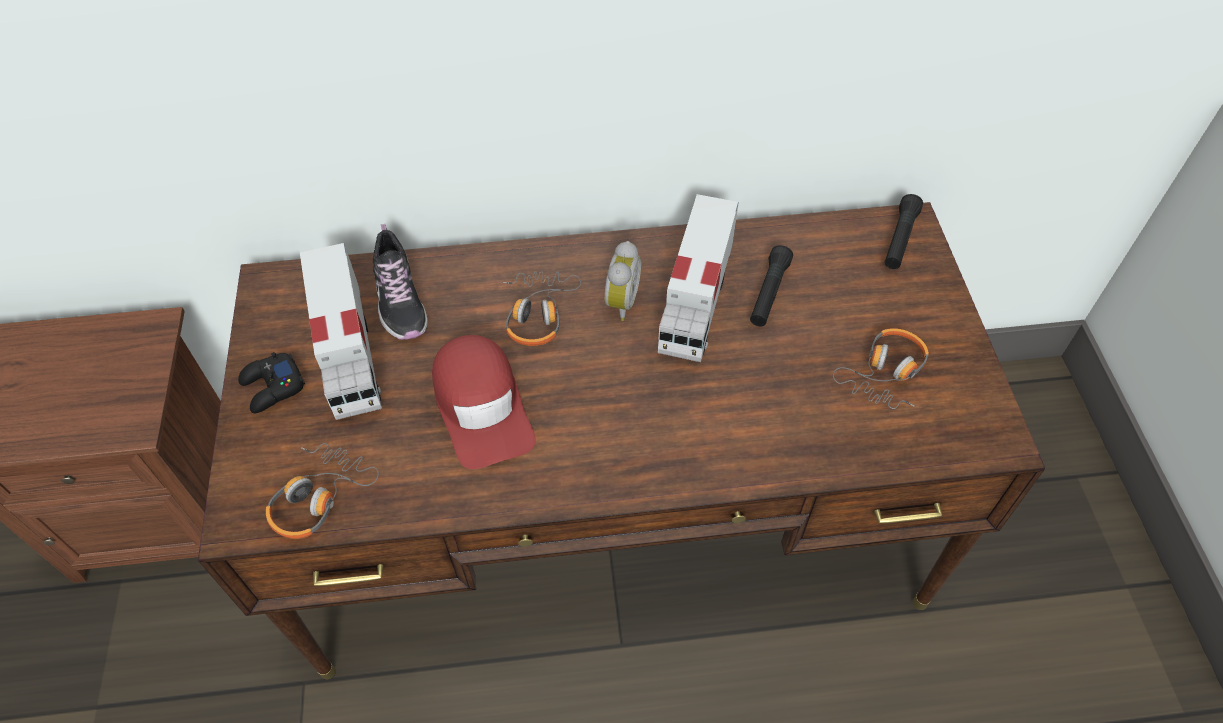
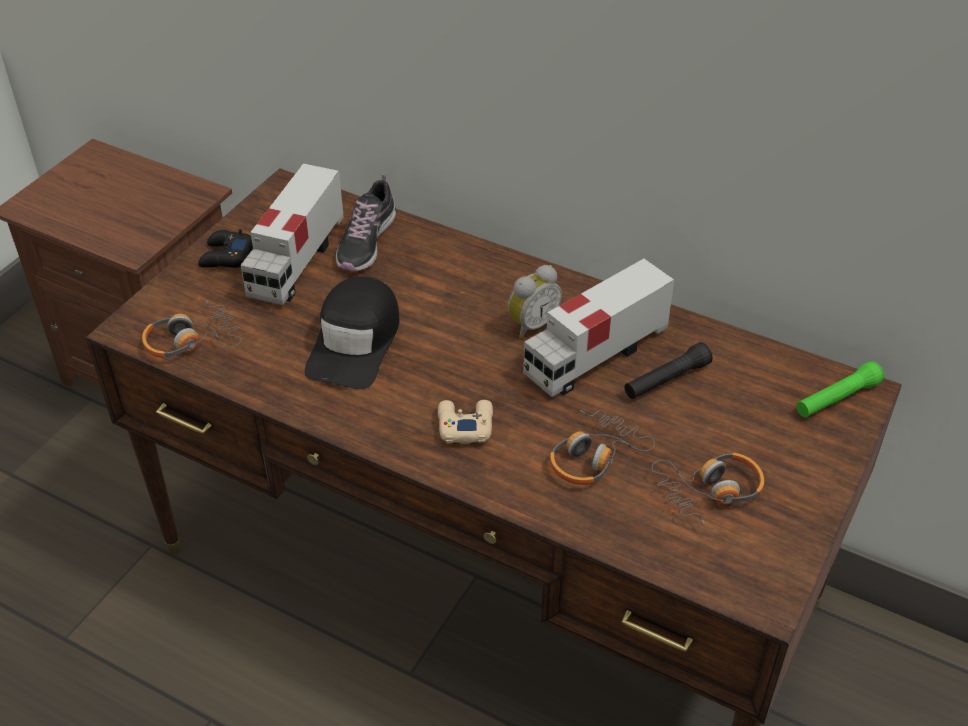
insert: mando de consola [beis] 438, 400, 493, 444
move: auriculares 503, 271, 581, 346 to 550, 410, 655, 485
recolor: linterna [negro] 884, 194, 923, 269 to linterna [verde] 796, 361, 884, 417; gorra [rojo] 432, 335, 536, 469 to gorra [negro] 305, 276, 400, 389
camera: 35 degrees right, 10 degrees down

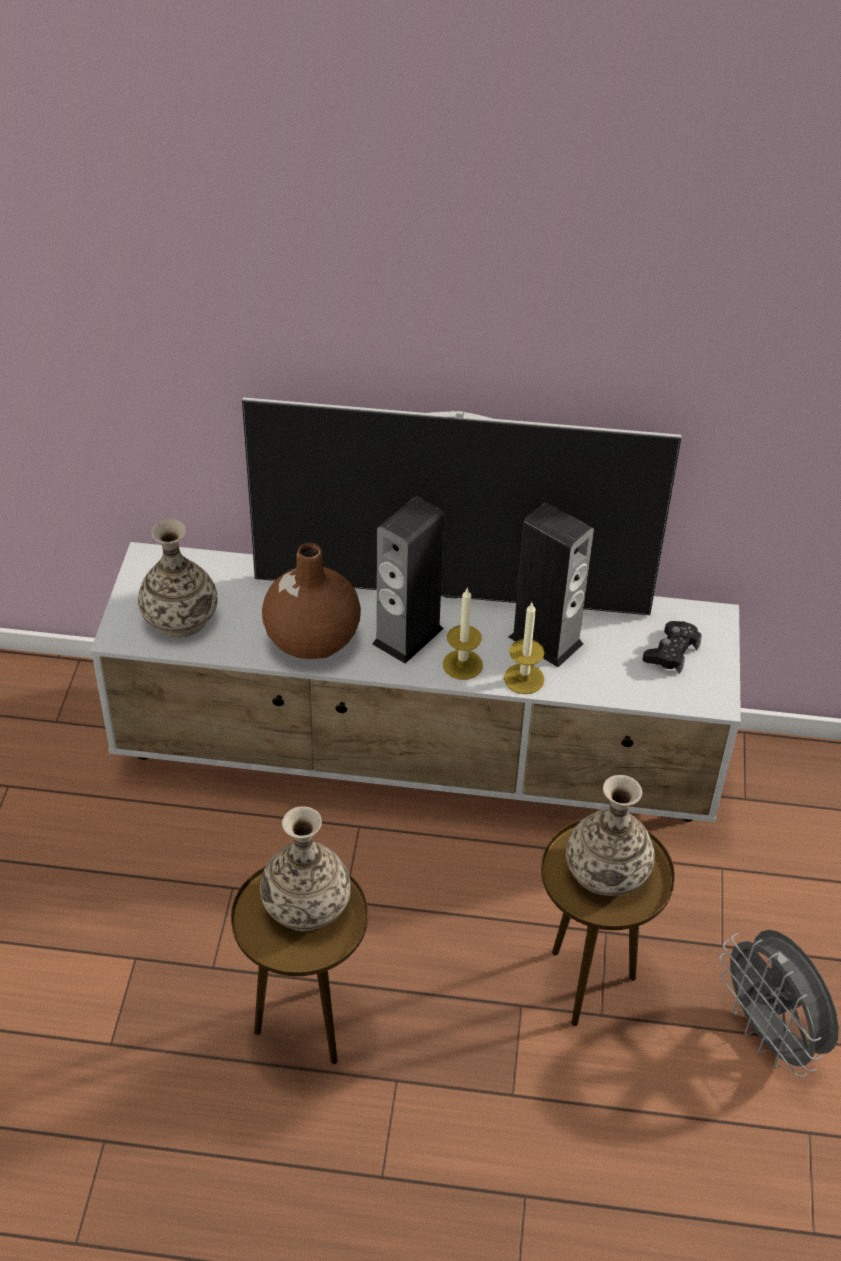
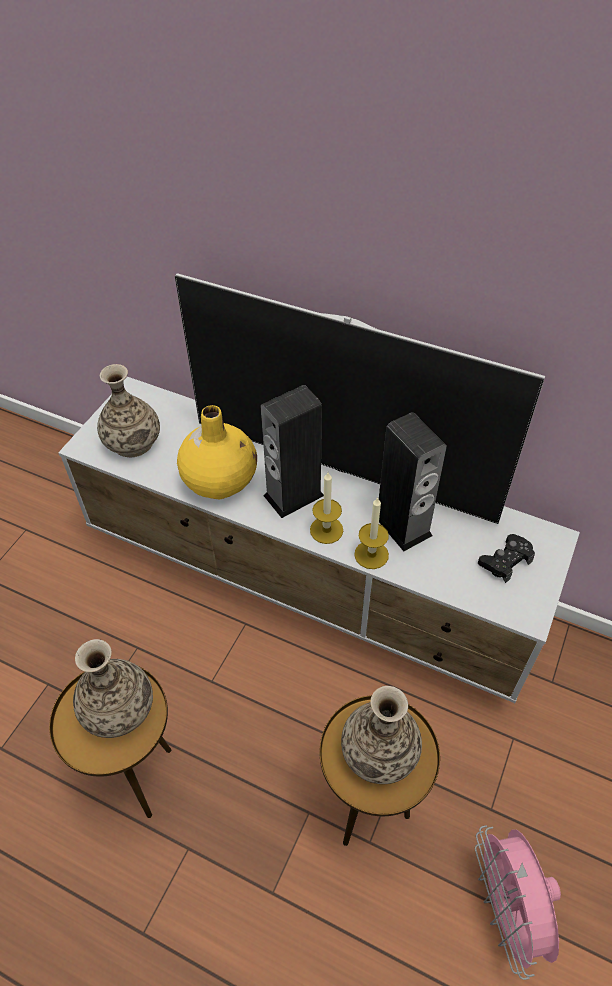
recolor: florero [marrón] 262, 543, 361, 659 to florero [amarillo] 177, 405, 257, 499; ventilador [gris] 719, 929, 839, 1078 to ventilador [rosa] 475, 825, 561, 980
camera: 20 degrees right, 5 degrees up

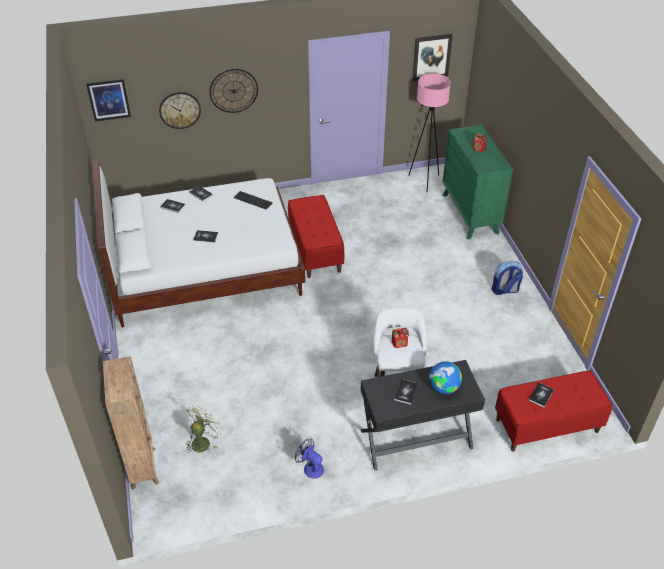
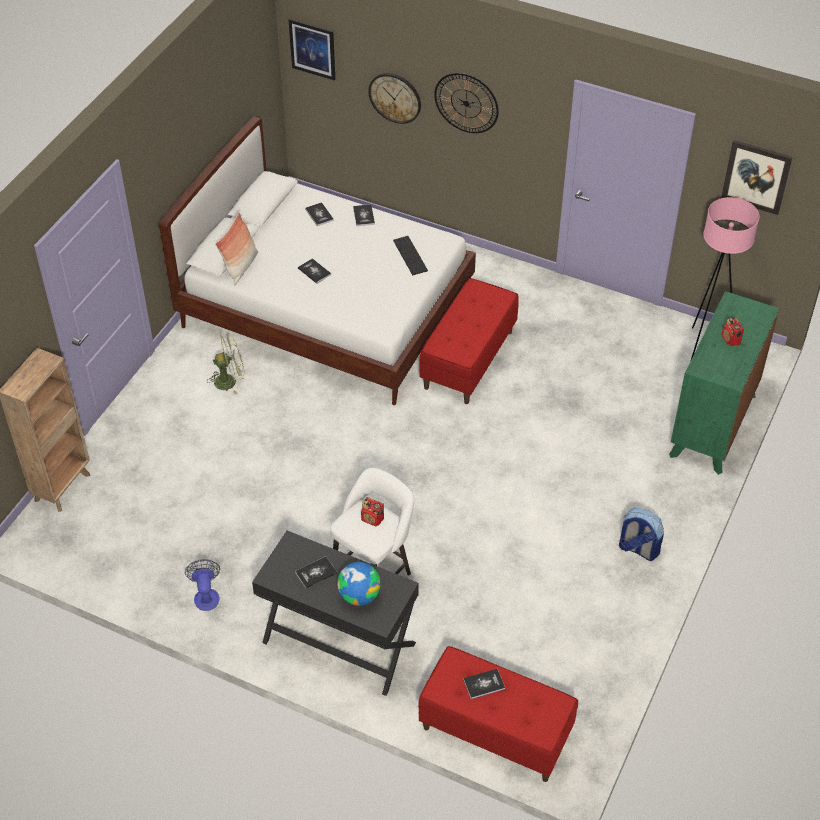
insert: cojín 215, 213, 258, 285
move: ventilador [verde] 185, 404, 222, 453 to 207, 333, 245, 395
camera: 40 degrees right, 5 degrees up

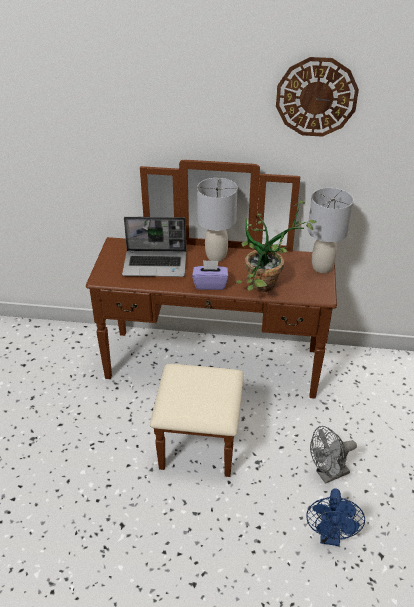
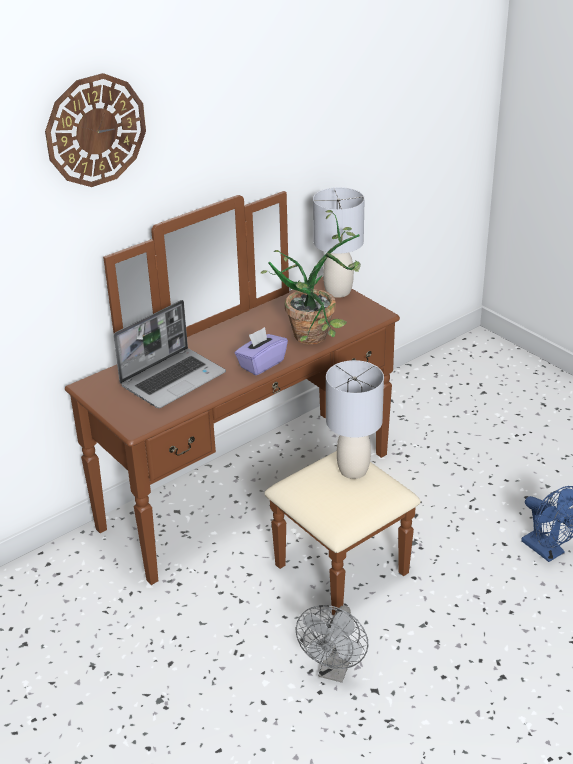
move: reloj de pared 276, 57, 359, 137 to 45, 73, 146, 187; lámpara de mesa [gris] 197, 178, 237, 262 to 326, 360, 384, 479; ventilador [gris] 310, 426, 357, 484 to 295, 605, 368, 683
camera: 45 degrees left, 5 degrees down

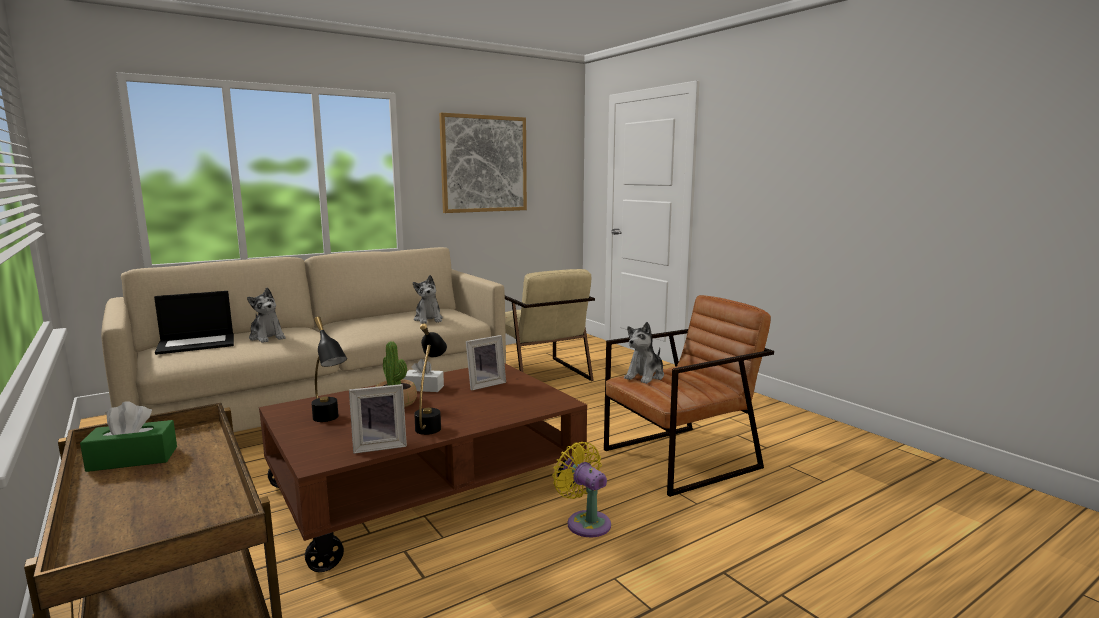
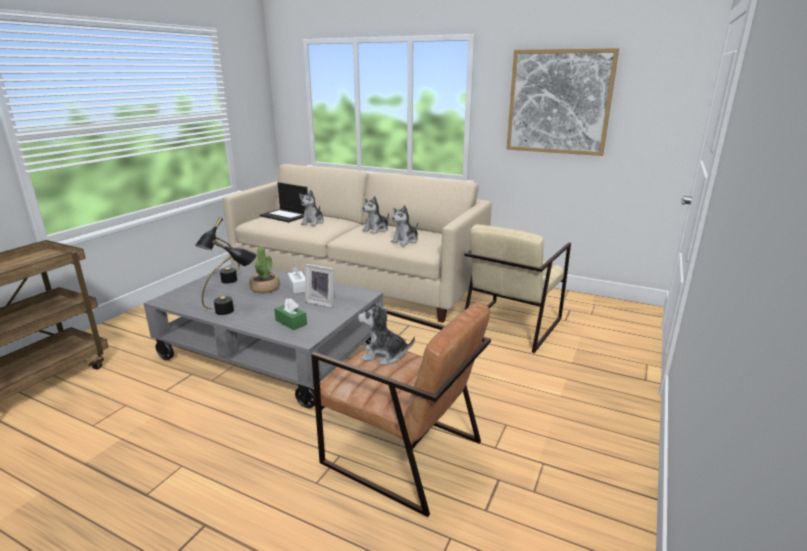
delete: portarretratos 349, 384, 407, 454; ventilador [amarillo] 552, 442, 611, 537
insert: peluche 362, 196, 389, 234
move: caja de pañuelos [verde] 80, 401, 177, 472 to 274, 298, 307, 330
recolor: mesa de centro [marrón] 259, 363, 587, 572 to mesa de centro [gris] 143, 262, 383, 408
camera: 60 degrees right, 10 degrees up

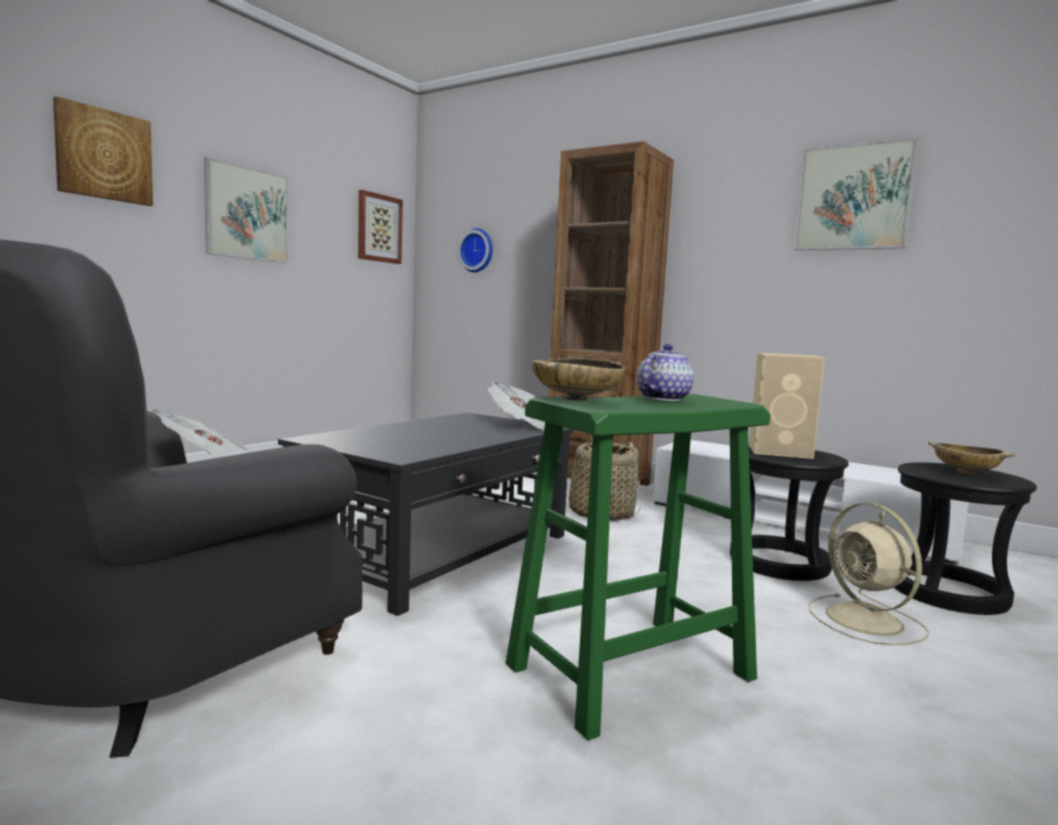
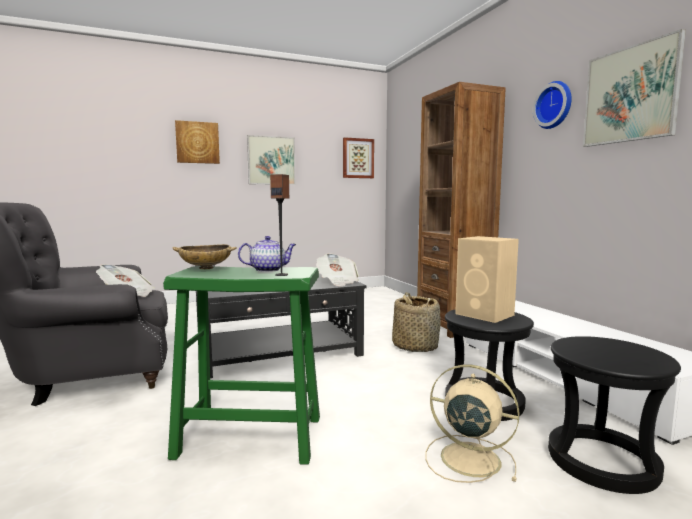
delete: cuenco [beis] 928, 442, 1015, 475
insert: altavoz 270, 174, 289, 276
move: reloj de pared 458, 228, 493, 272 to 533, 81, 572, 129
rotate: ventilador [beis] 809, 503, 929, 645 = 426, 365, 520, 483 105 degrees clockwise
camera: 35 degrees right, 0 degrees up

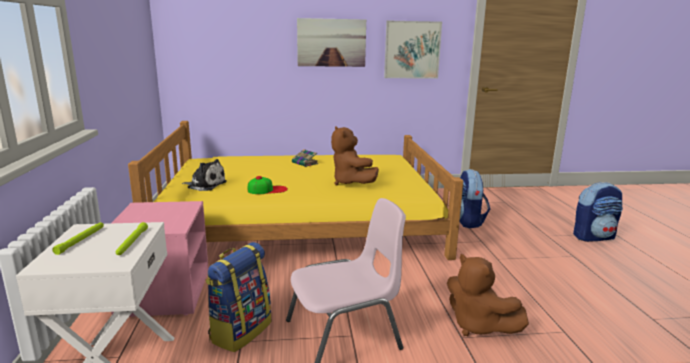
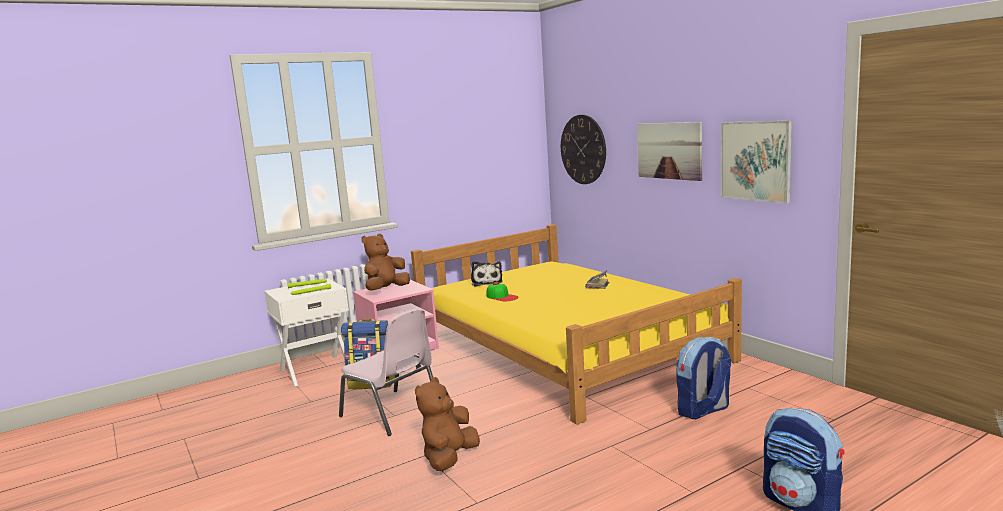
insert: reloj de pared 561, 115, 606, 184
move: peluche [marrón] 331, 126, 379, 186 to 361, 234, 410, 291
camera: 65 degrees right, 5 degrees down

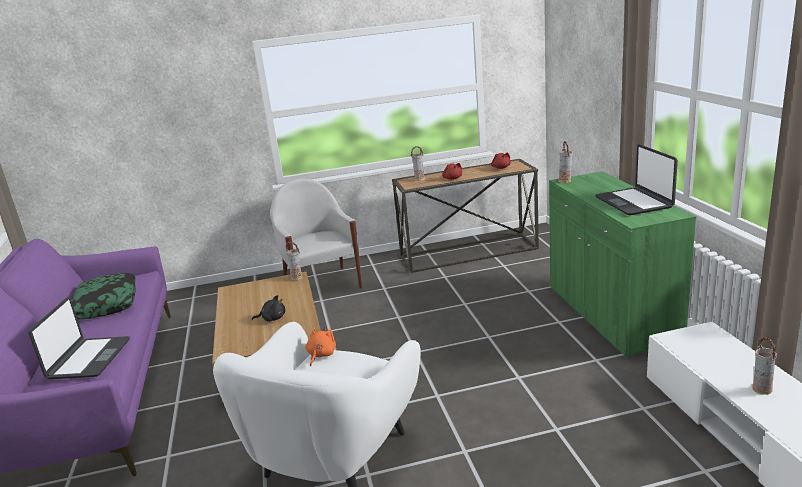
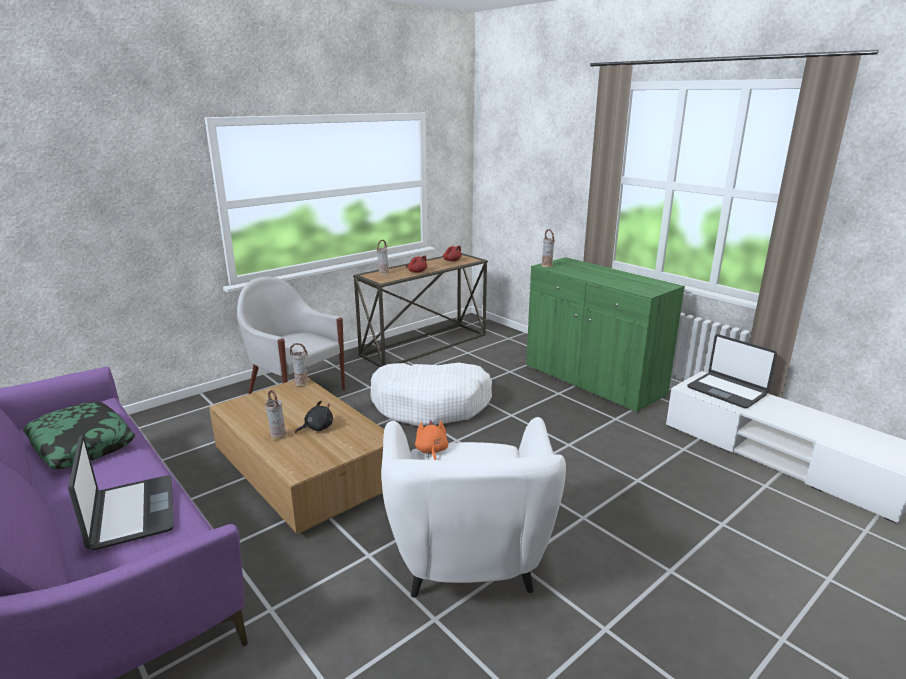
insert: cama para perro [blanco] 370, 363, 492, 426
move: portátil 595, 144, 678, 215 to 687, 334, 777, 408; florero 752, 337, 777, 395 to 265, 390, 287, 440
camera: 30 degrees left, 0 degrees up

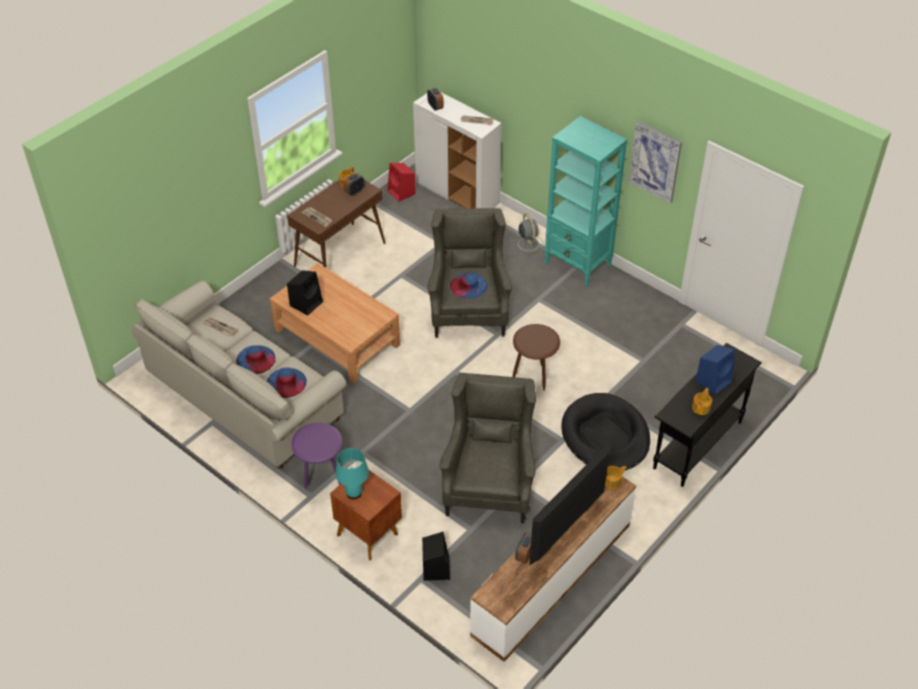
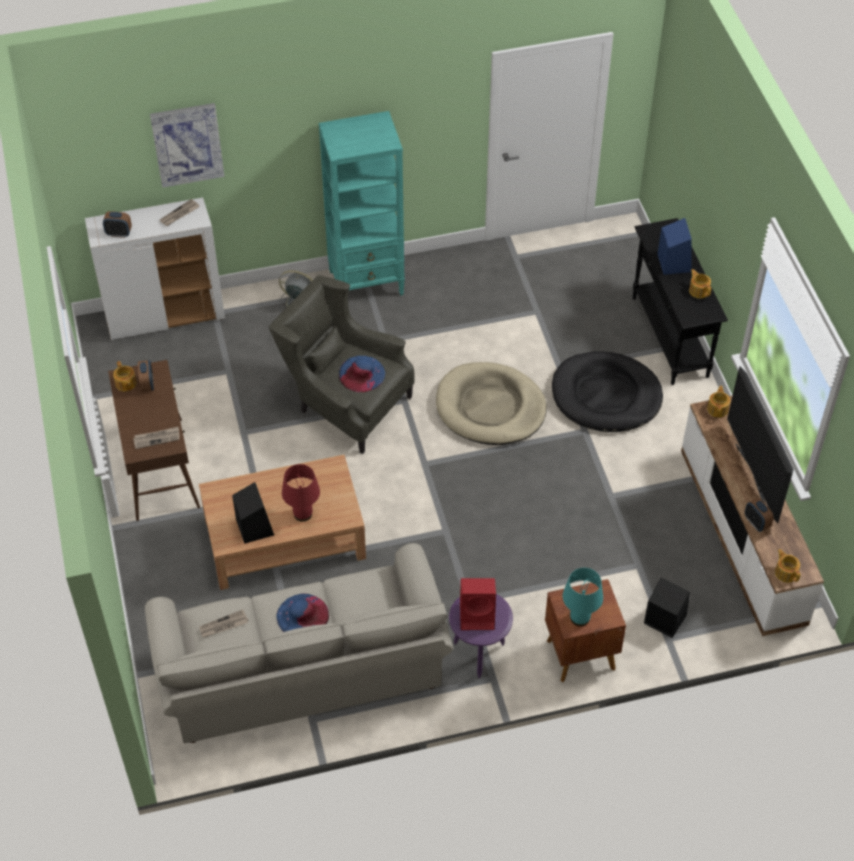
delete: sombrero [azul] 267, 367, 307, 398; sillón [gris] 440, 373, 536, 523
insert: lámpara de mesa [rojo] 282, 464, 320, 522; tetera 775, 549, 800, 583
move: cuadro 629, 121, 682, 204 to 150, 103, 225, 188; altavoz [rojo] 387, 163, 416, 202 to 460, 578, 496, 630
replace: mesa auxiliar [marrón] 513, 324, 560, 391 to cama para perro [beis] 436, 362, 547, 445
camera: 55 degrees left, 5 degrees up

